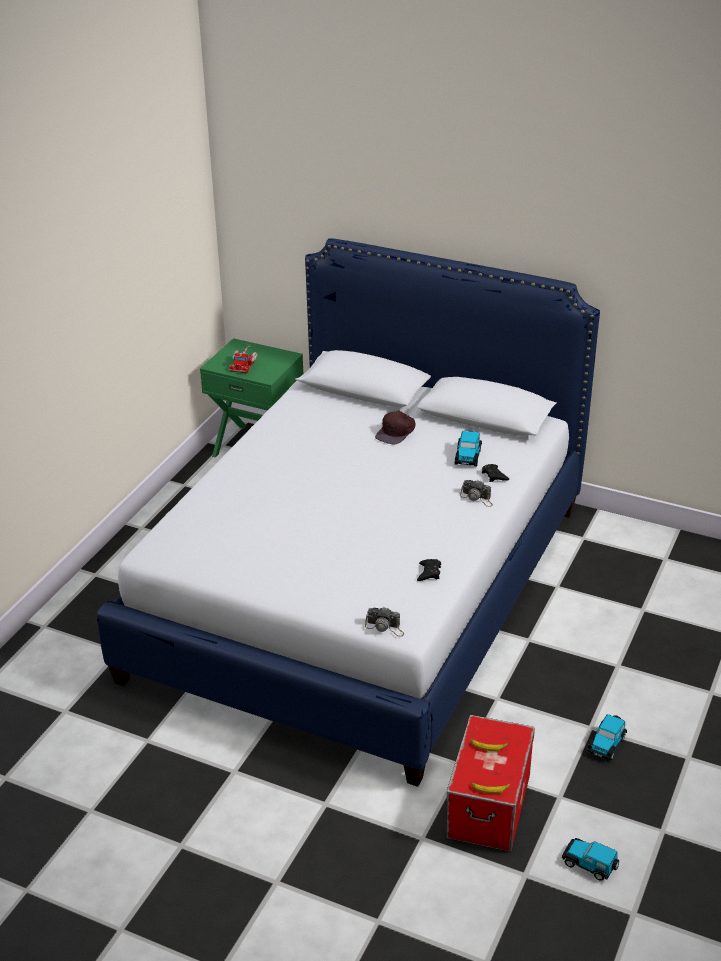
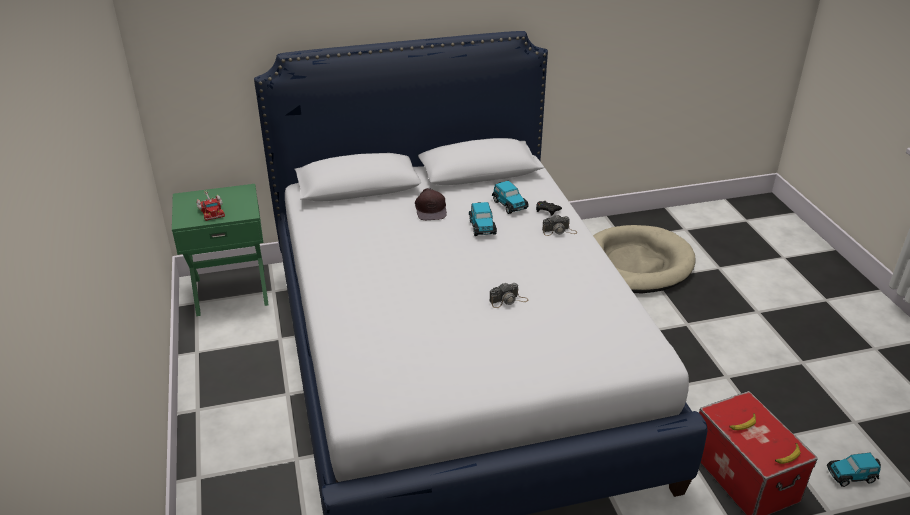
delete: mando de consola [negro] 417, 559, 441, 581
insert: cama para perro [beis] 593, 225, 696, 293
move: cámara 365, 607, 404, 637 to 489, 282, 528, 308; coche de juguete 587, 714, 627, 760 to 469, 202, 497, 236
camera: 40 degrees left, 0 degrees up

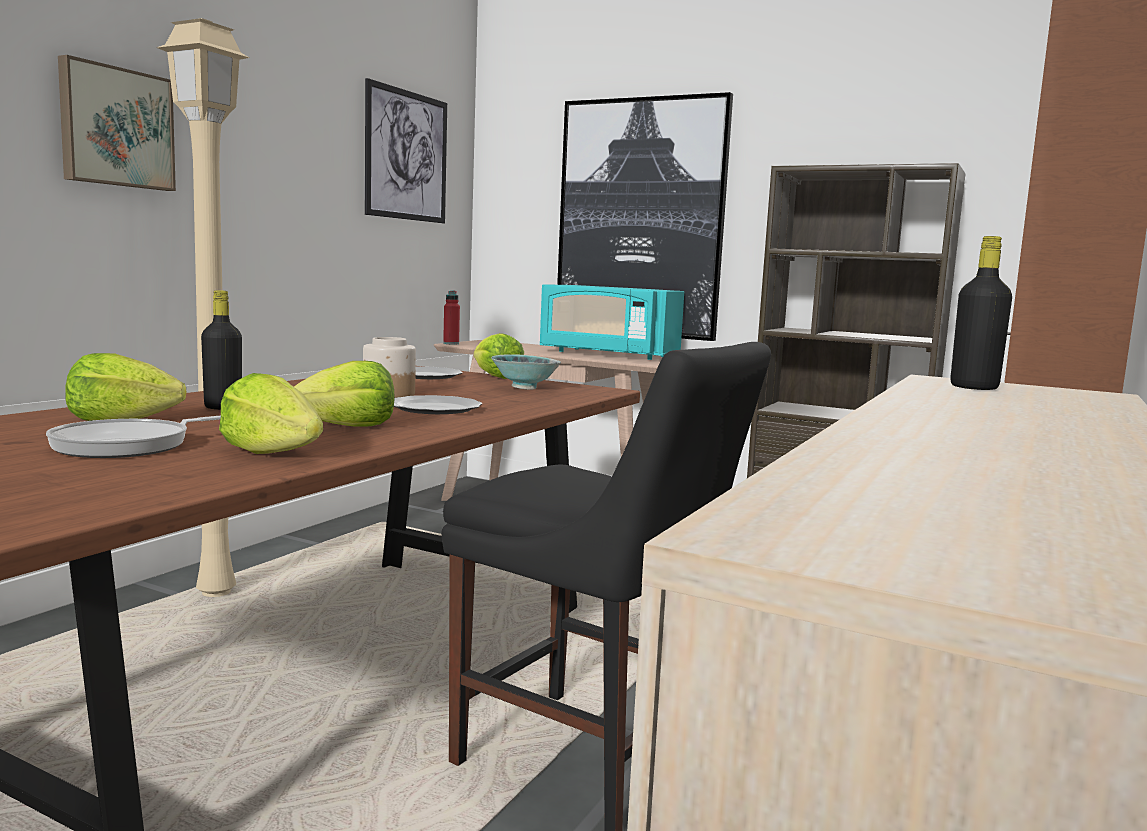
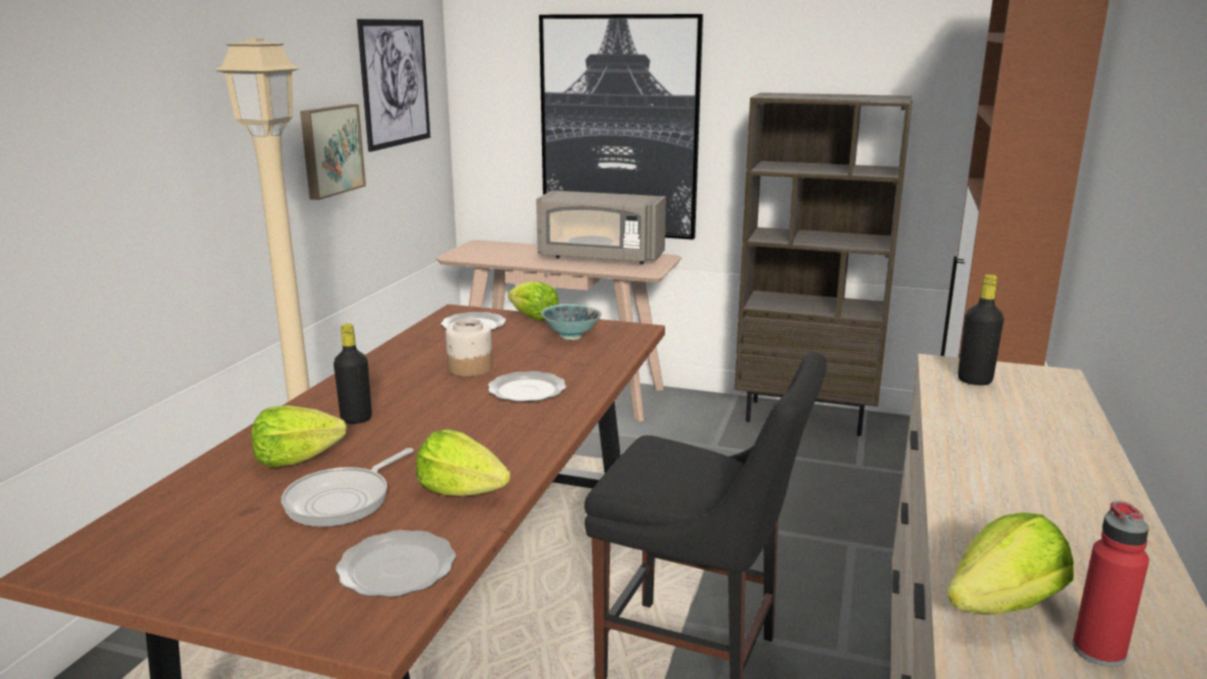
insert: plato 335, 530, 456, 597
move: cuadro 58, 55, 176, 191 to 300, 104, 366, 200; botella [rojo] 443, 290, 460, 345 to 1072, 501, 1149, 667; lechuga 294, 361, 394, 426 to 947, 513, 1074, 615
recolor: microondas [turquesa] 540, 285, 684, 360 to microondas [gris] 536, 191, 666, 264
camera: 10 degrees left, 10 degrees up

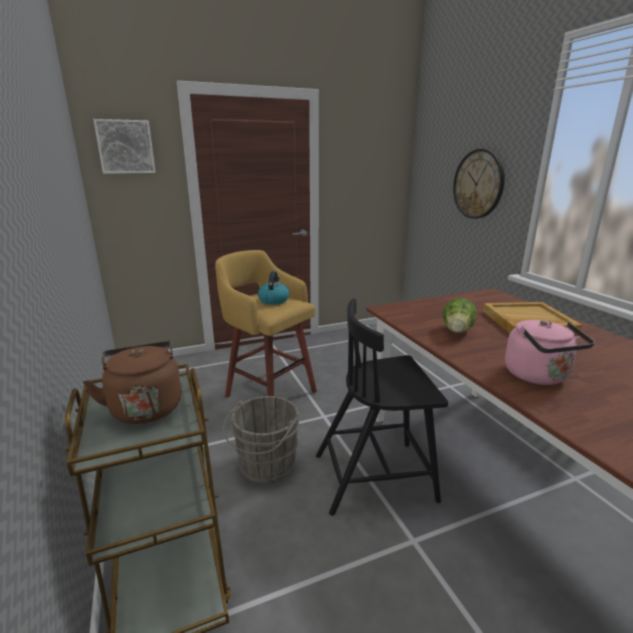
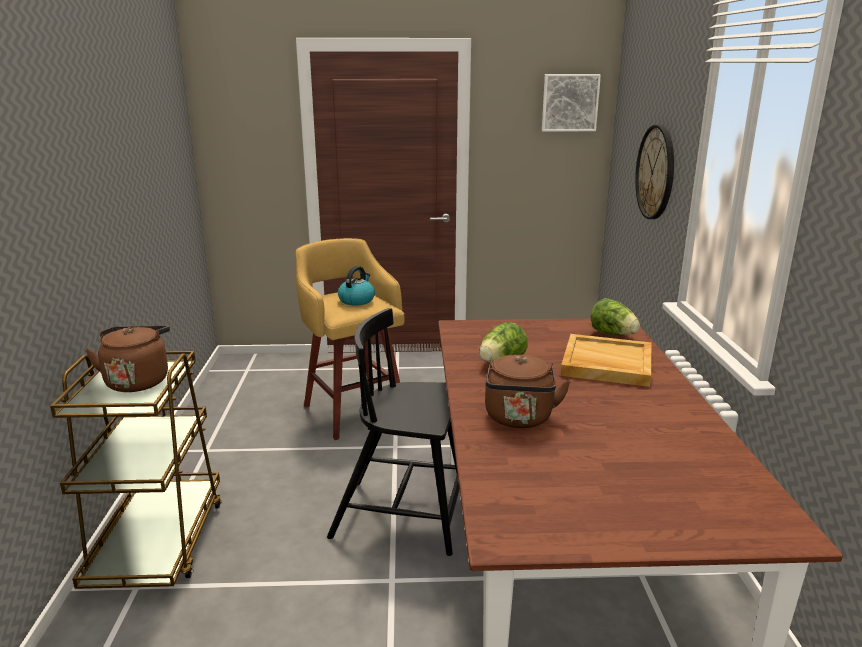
delete: cubo [gris] 223, 396, 300, 484
insert: lechuga 591, 298, 640, 335
move: cuadro 93, 119, 156, 174 to 542, 74, 601, 131
recolor: hervidor [rosa] 505, 320, 595, 385 to hervidor [marrón] 485, 354, 571, 428
camera: 20 degrees right, 0 degrees up

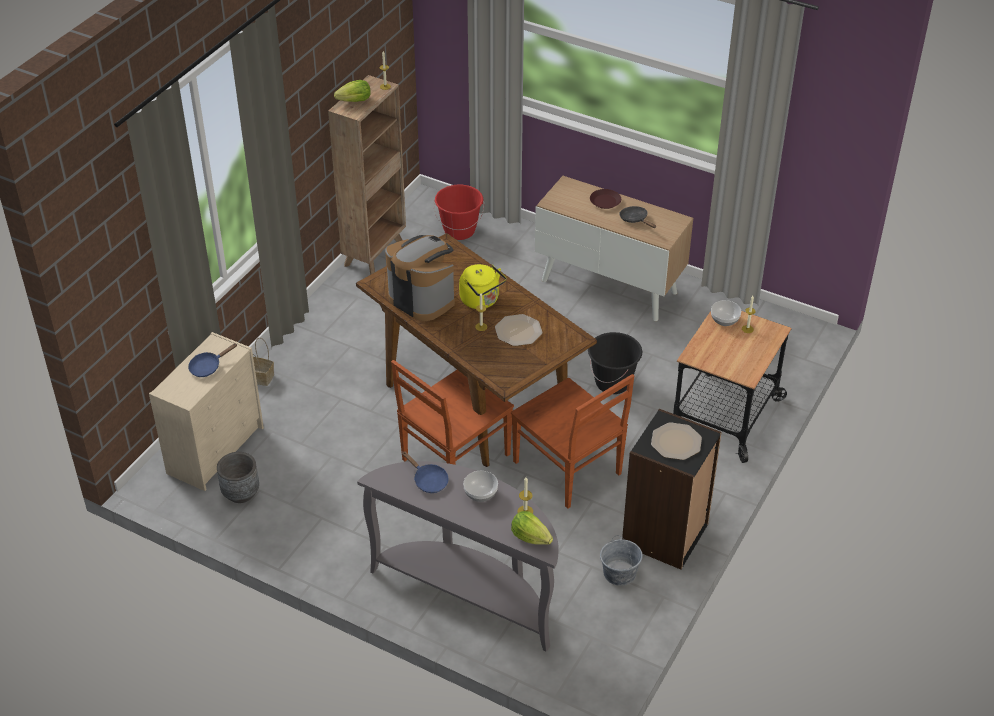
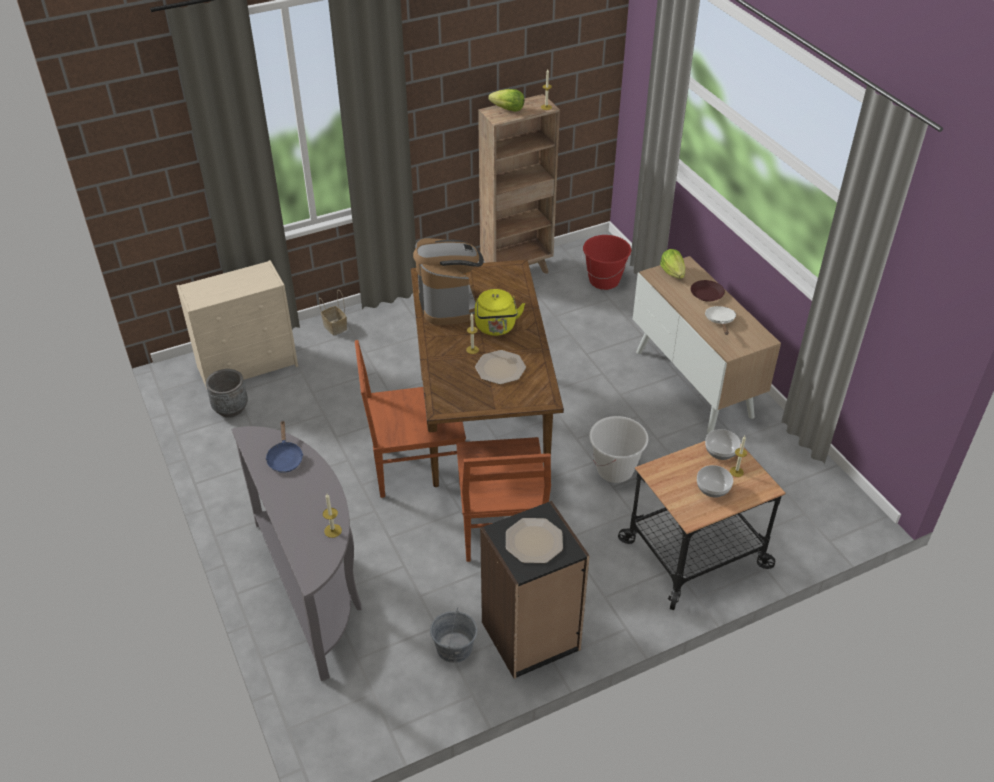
delete: sartén [azul] 188, 343, 237, 377
move: cuenco 463, 471, 498, 502 to 697, 465, 733, 498; lechuga 511, 511, 553, 545 to 660, 249, 685, 279
recolor: sartén [negro] 619, 206, 656, 228 to sartén [blanco] 705, 306, 736, 335; cubo [negro] 588, 332, 642, 394 to cubo [blanco] 589, 416, 648, 483
camera: 35 degrees right, 0 degrees up

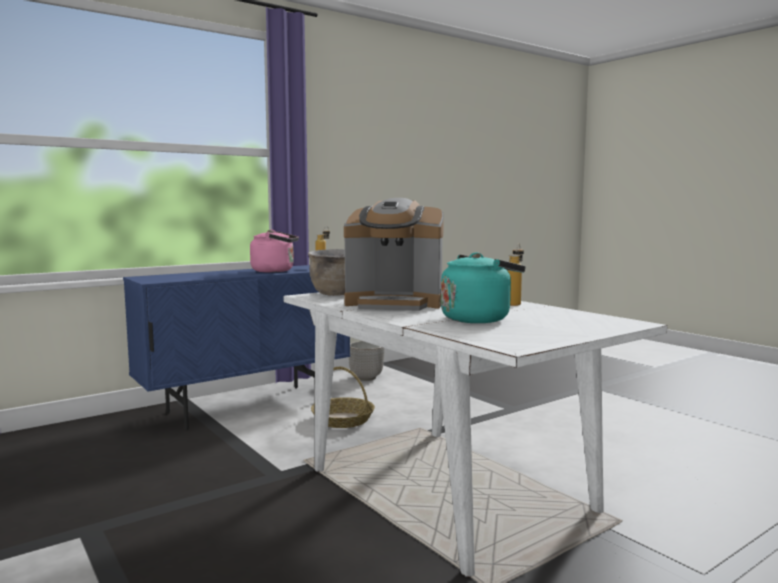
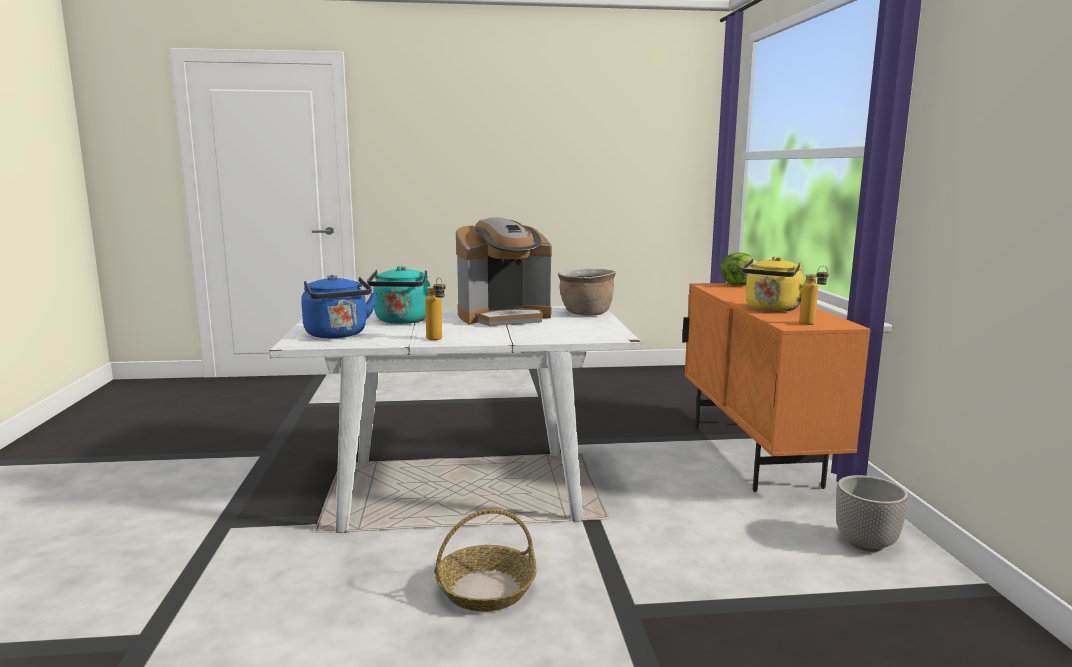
insert: lechuga 721, 253, 757, 286; hervidor [azul] 301, 275, 377, 338
move: cesta 311, 367, 375, 428 to 434, 509, 536, 612
recolor: hervidor [rosa] 250, 229, 299, 273 to hervidor [amarillo] 741, 256, 804, 312; armario [azul] 123, 265, 350, 430 to armario [naranja] 682, 283, 871, 492
rotate: cafetera 344, 198, 444, 311 = 456, 217, 552, 326 150 degrees counterclockwise
camera: 120 degrees right, 5 degrees up

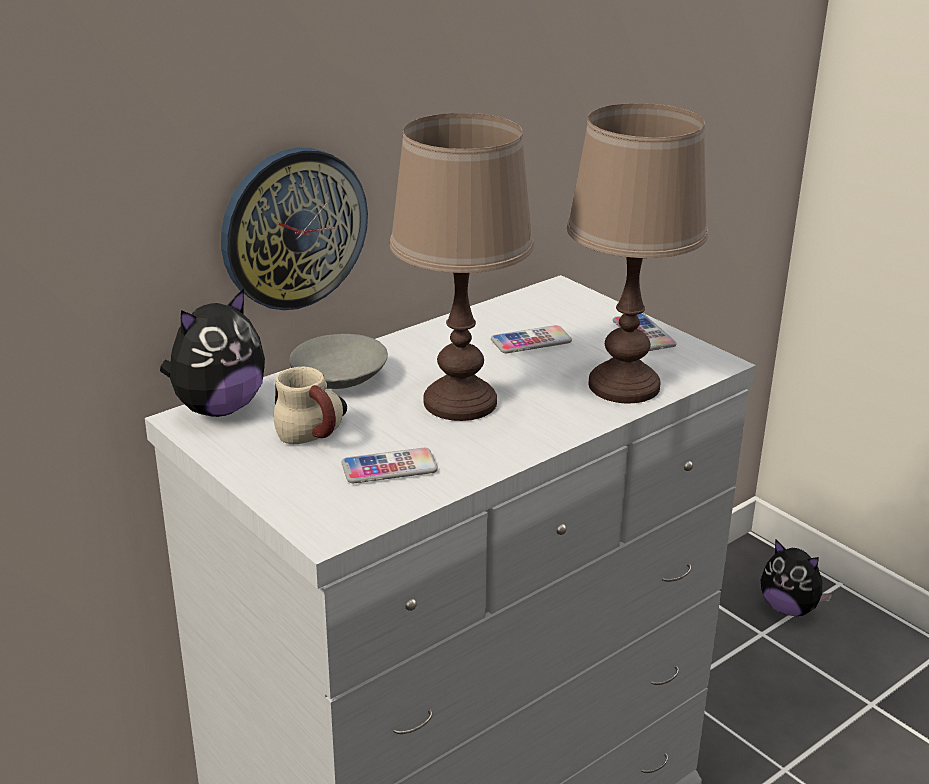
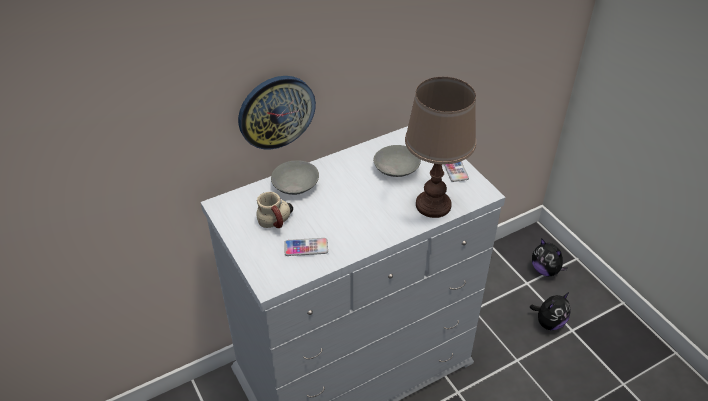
delete: lámpara de mesa [marrón] 390, 113, 534, 421
move: peluche 160, 288, 265, 417 to 530, 292, 571, 330
replace: móvil 491, 325, 572, 353 to cuenco [gris] 373, 145, 421, 177
camera: 10 degrees right, 15 degrees up

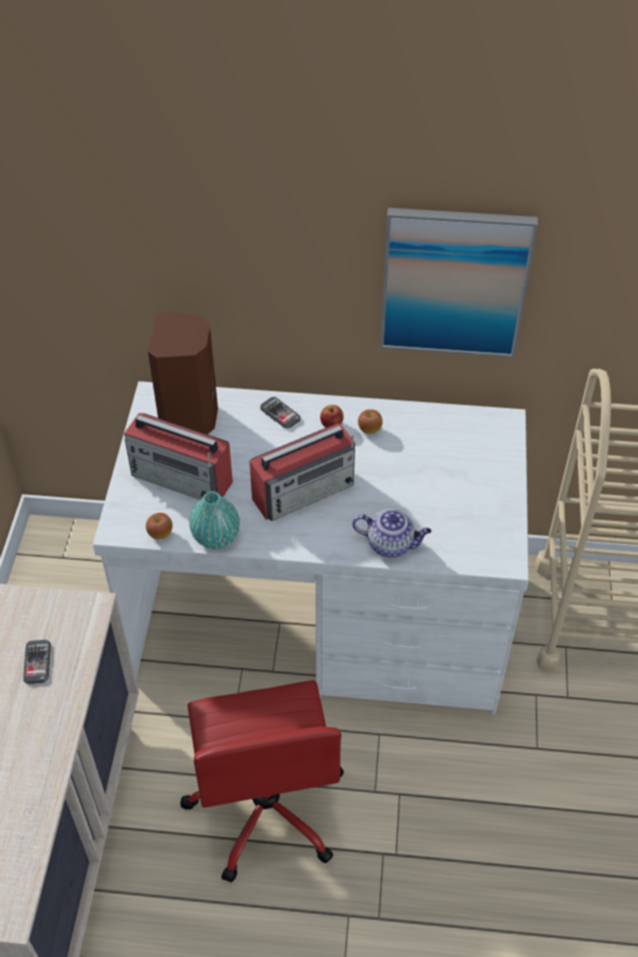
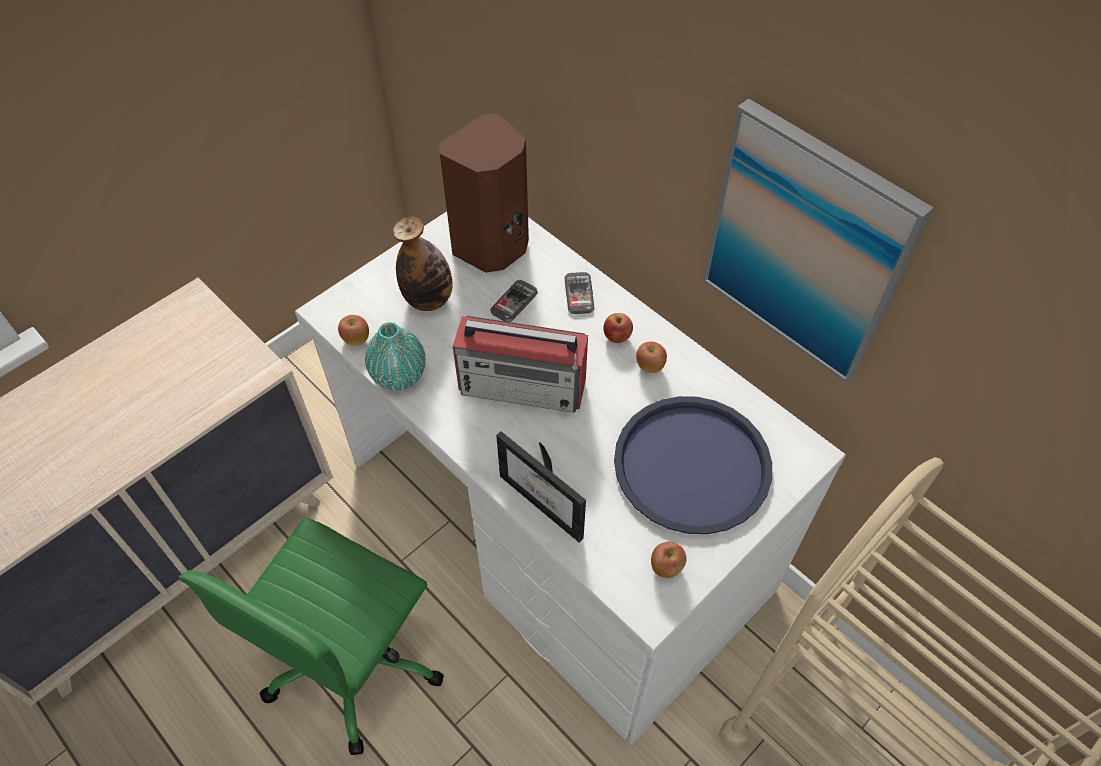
insert: bandeja [azul] 614, 396, 772, 534; manzana 651, 542, 687, 578
move: móvil 23, 640, 51, 684 to 490, 280, 538, 322
replace: radio 124, 413, 233, 500 to botella 393, 217, 452, 311; tetera 352, 509, 432, 557 to portarretratos 496, 431, 586, 543
recolor: silla de oficina [rojo] 180, 680, 344, 882 to silla de oficina [verde] 178, 518, 444, 755
camera: 40 degrees right, 5 degrees up

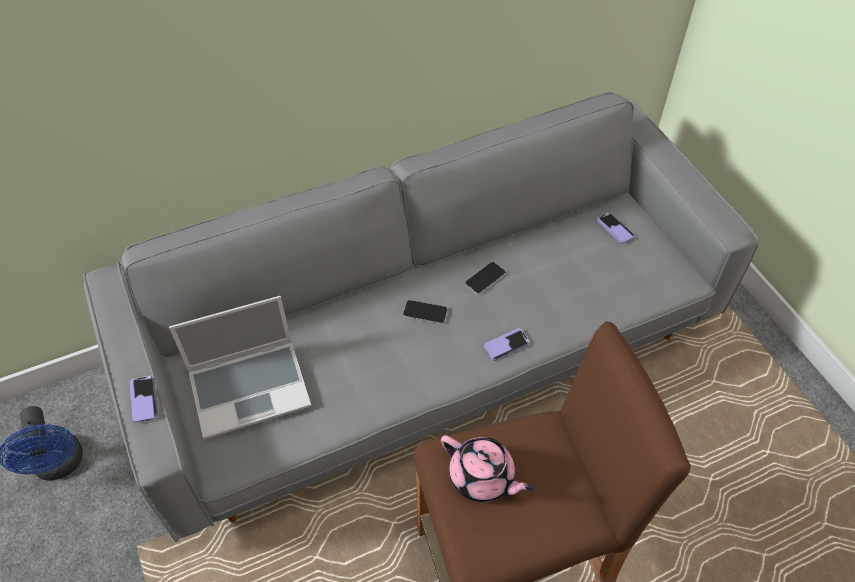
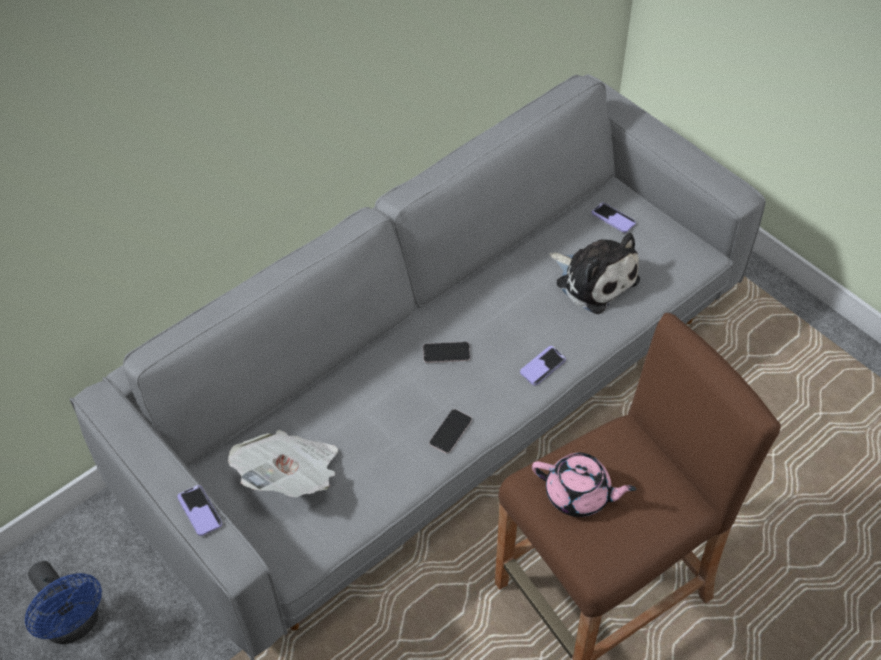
insert: peluche 549, 233, 640, 314
move: móvil 465, 262, 506, 294 to 429, 409, 472, 454
replace: portátil 169, 296, 311, 440 to periódico 228, 430, 338, 497
camera: 15 degrees left, 0 degrees up

